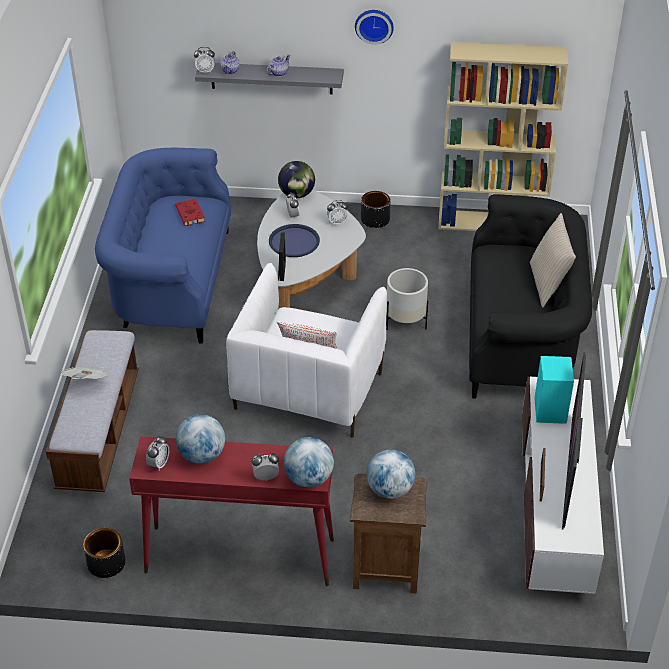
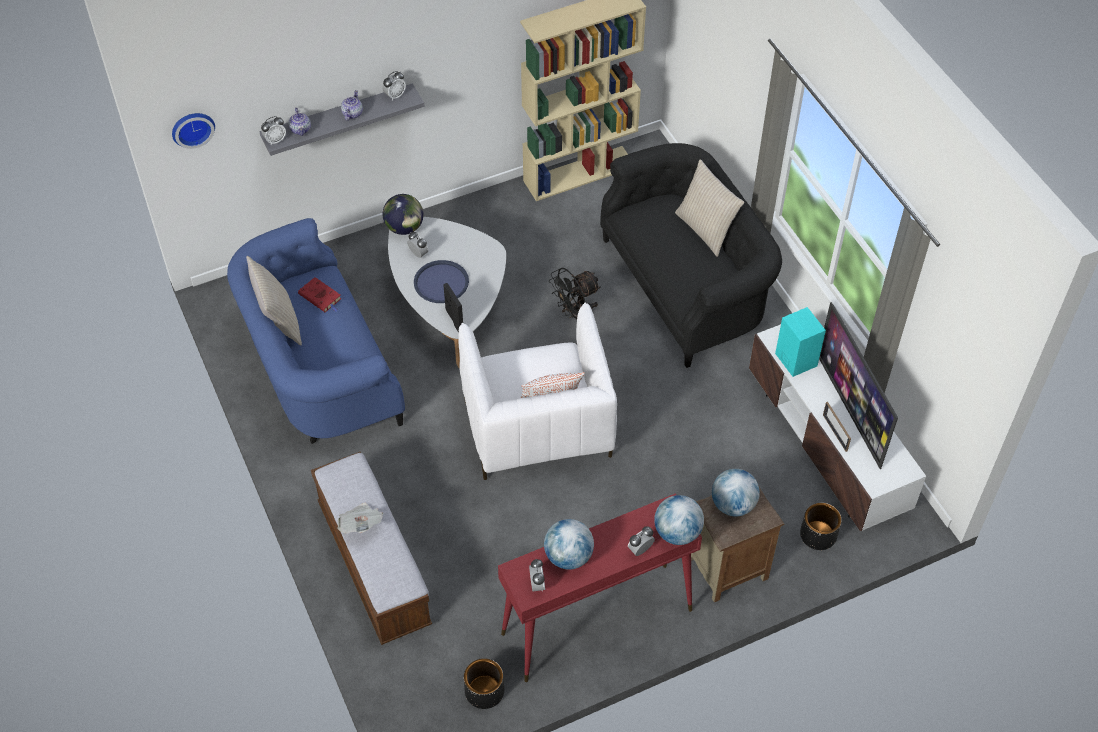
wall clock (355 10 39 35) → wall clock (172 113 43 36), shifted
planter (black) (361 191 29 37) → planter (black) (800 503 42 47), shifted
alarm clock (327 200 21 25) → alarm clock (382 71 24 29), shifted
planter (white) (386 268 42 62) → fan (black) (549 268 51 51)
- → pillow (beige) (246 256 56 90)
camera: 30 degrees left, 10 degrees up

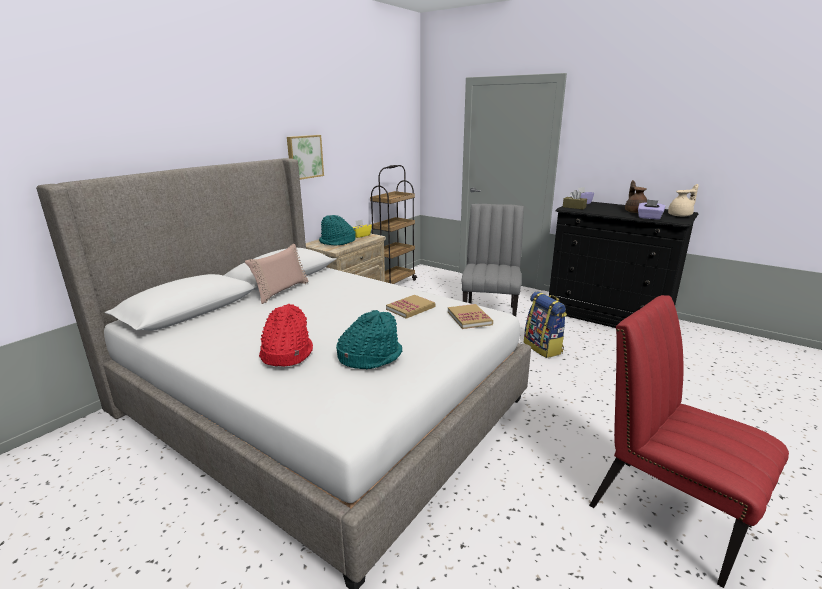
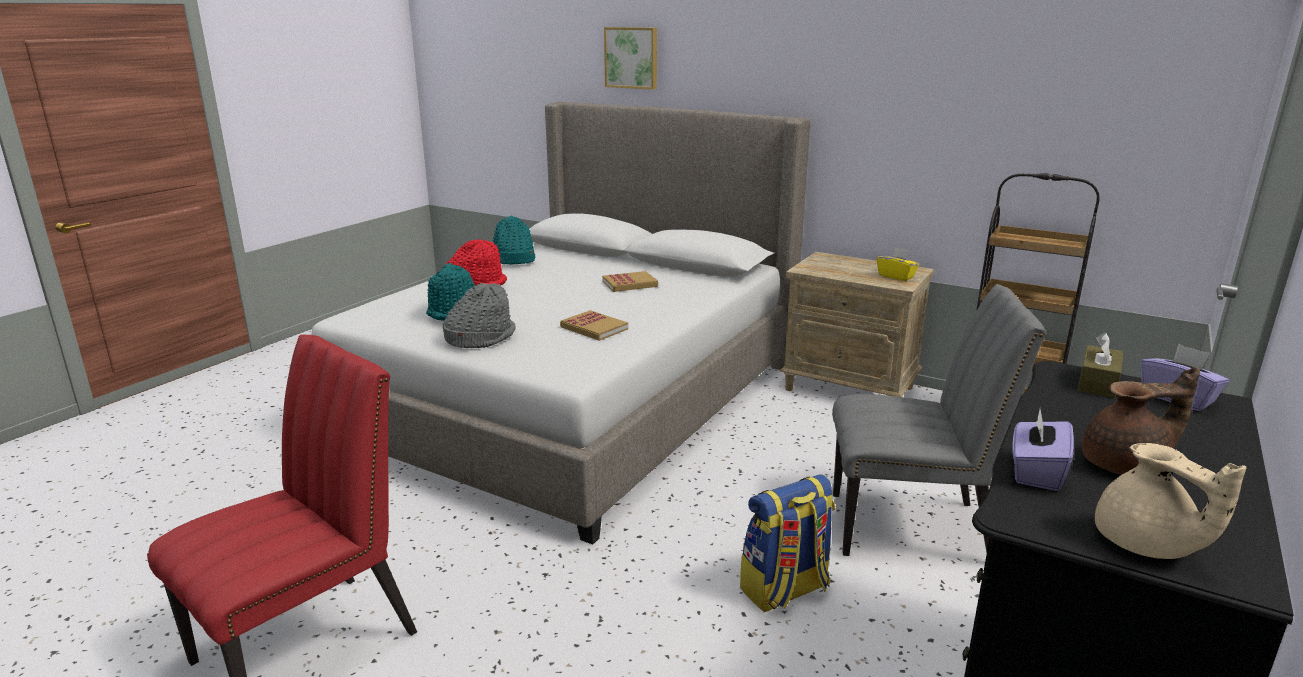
picture (287 135 37 45) → picture (604 27 53 63), shifted
hat (turquoise) (319 215 37 31) → hat (turquoise) (493 216 43 49), shifted
pillow (beige) (245 244 64 60) → -
book (448 304 45 25) → book (602 271 56 21), shifted
- → hat (grey) (443 283 73 65)
camera: 85 degrees right, 0 degrees up

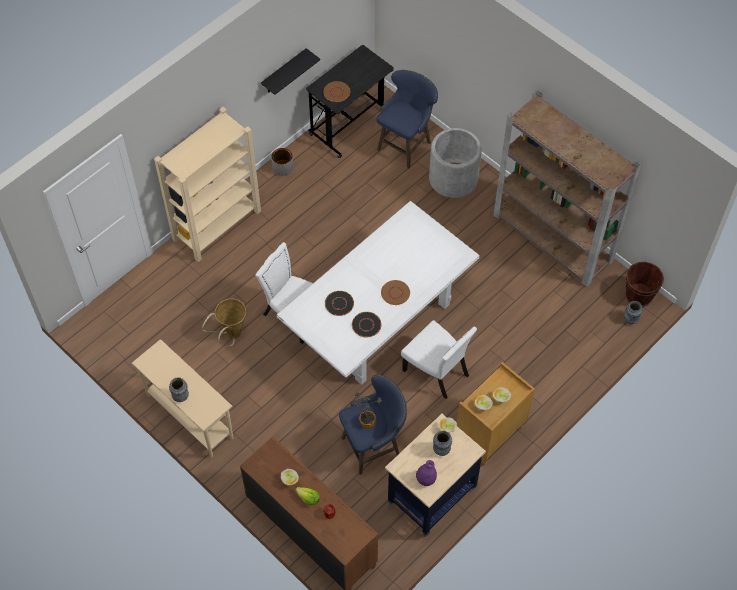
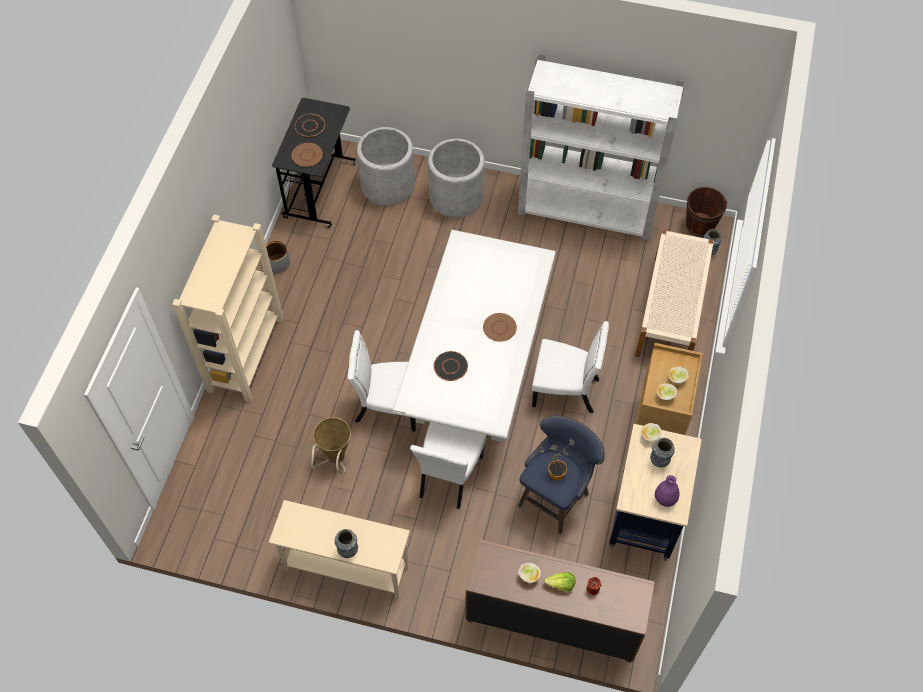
shelf (black) (261 48 59 47) → -
stool (blue) (377 70 61 98) → planter (grey) (357 127 58 79)
bookcase (brown) (493 89 149 198) → bookcase (white) (518 54 167 187)
plate (black) (352 312 29 25) → plate (black) (295 114 30 23), shifted
- → bench (beige) (635 230 79 127)
- → chair (white) (410 422 77 87)
camera: 30 degrees left, 0 degrees up

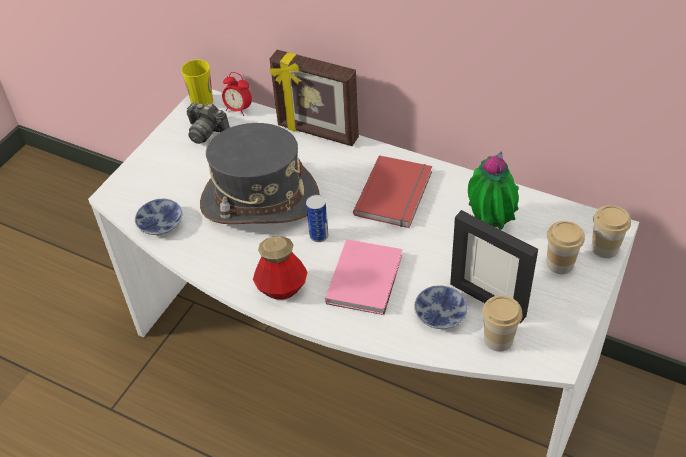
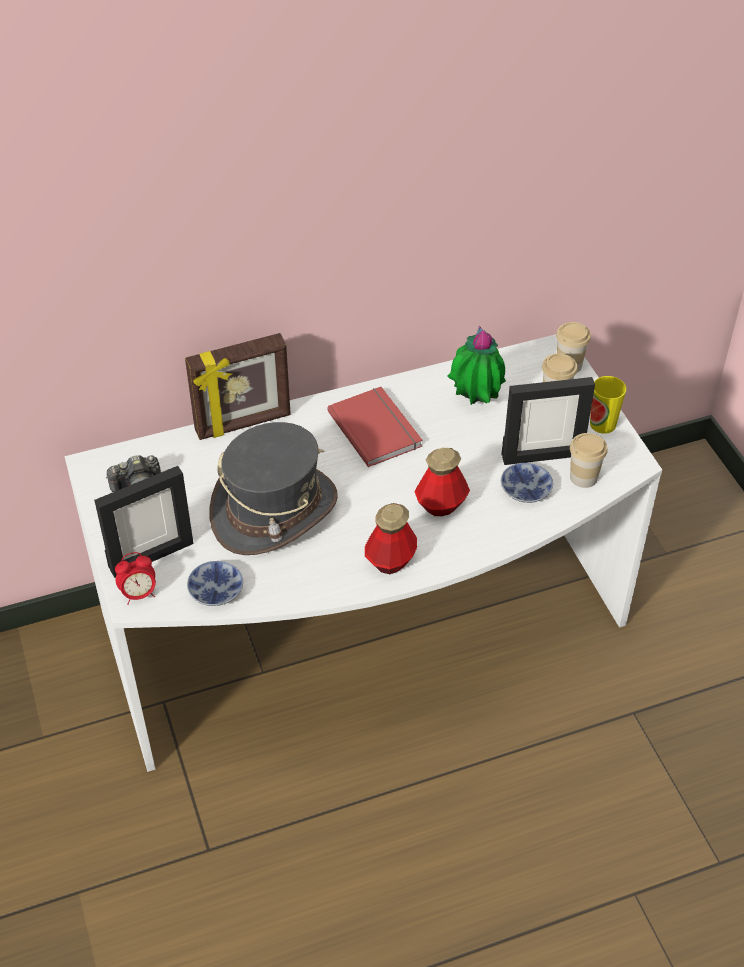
cup (181 59 32 46) → cup (590 376 37 58), shifted
alarm clock (222 72 30 44) → alarm clock (115 552 41 53), shifted
can (306 195 22 47) → -
book (pink) (325 239 77 76) → bottle (414 448 56 68)
- → picture frame (94 466 100 112)
camera: 50 degrees left, 0 degrees up

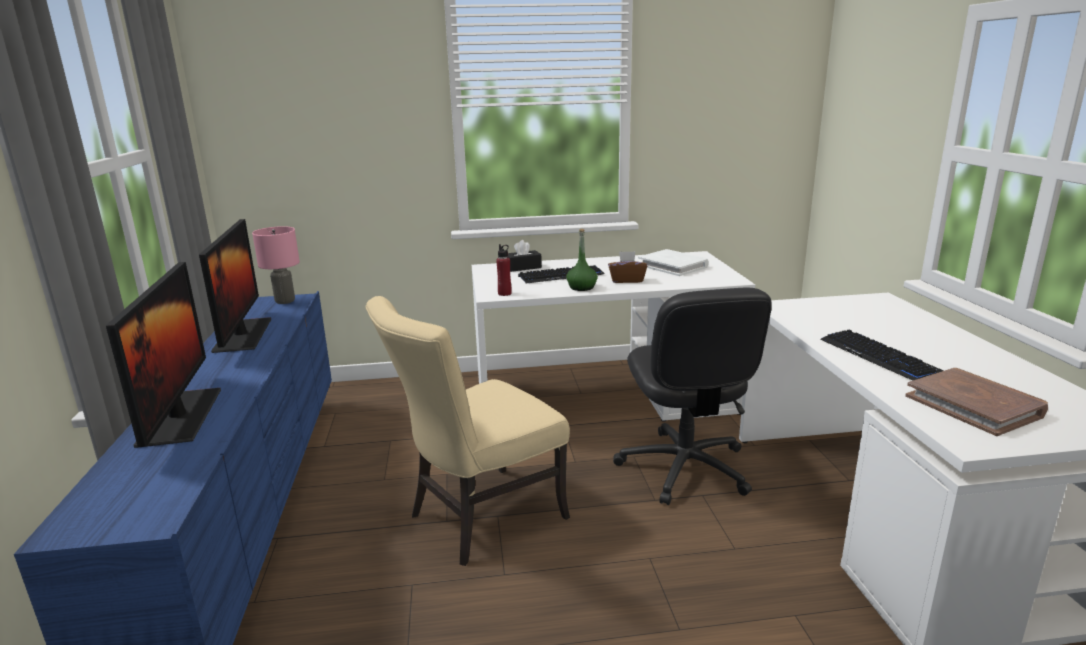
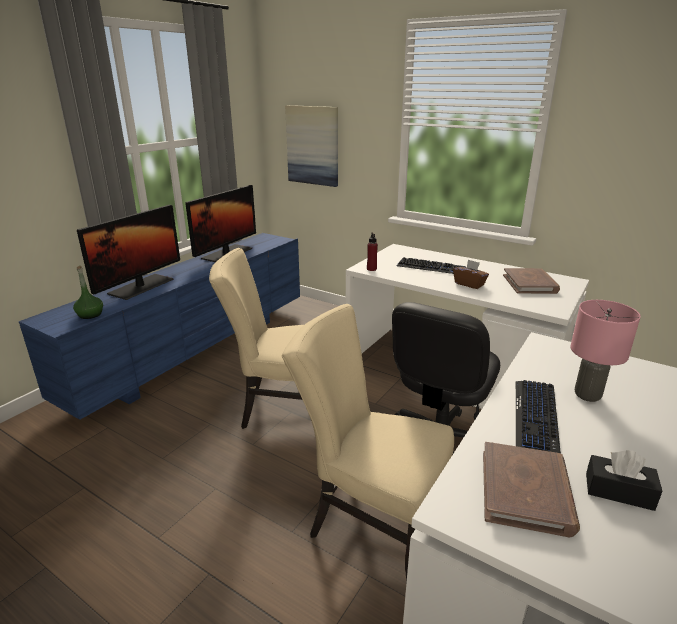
table lamp (pink) (252 226 48 78) → table lamp (pink) (570 300 71 102), shifted
bottle (green) (566 229 32 62) → bottle (green) (73 266 30 53), shifted
tissue box (black) (508 240 34 32) → tissue box (black) (586 450 77 61), shifted
book (white) (638 249 71 27) → book (brown) (503 268 57 26)
- → picture (285 105 53 82)
- → chair (beige) (282 304 172 279)
camera: 40 degrees right, 5 degrees up

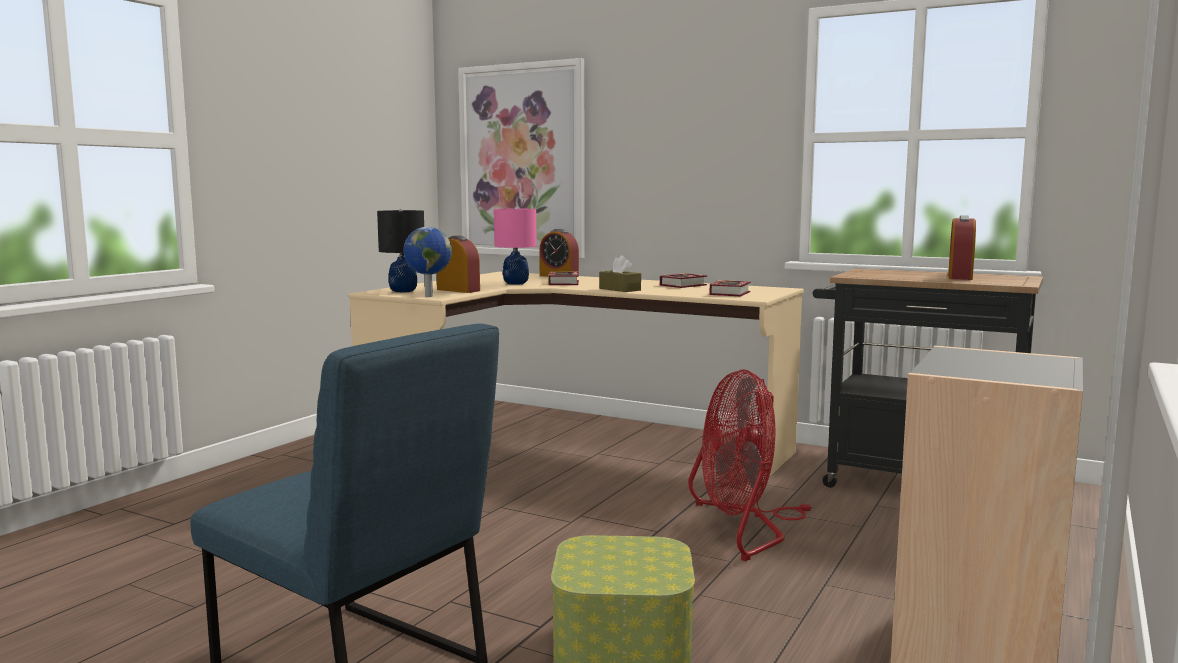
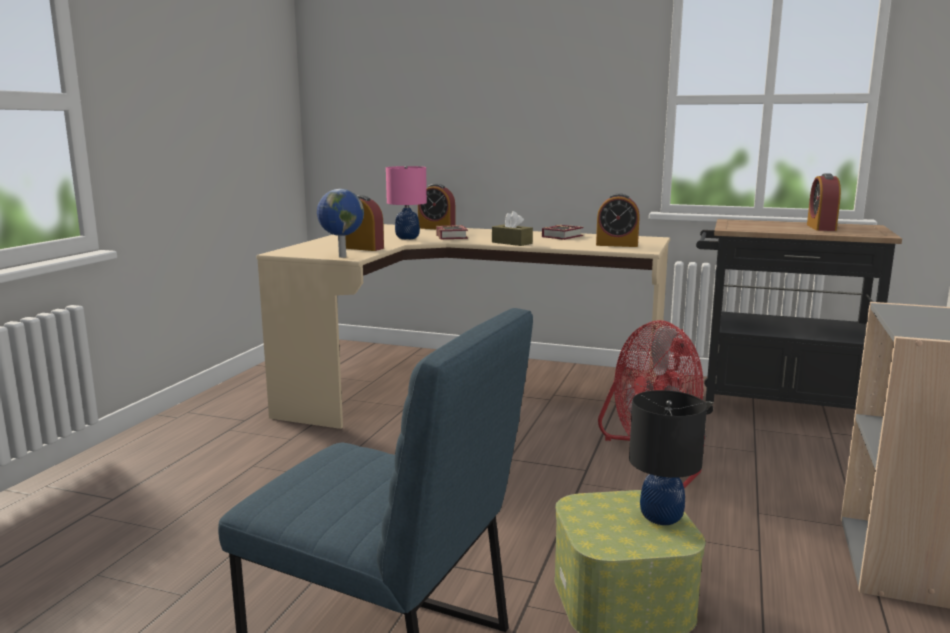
picture (458 58 126 200) → -
table lamp (black) (377 209 47 84) → table lamp (black) (629 390 78 135), shifted
book (709 280 42 16) → alarm clock (596 193 44 54)
camera: 10 degrees left, 5 degrees up

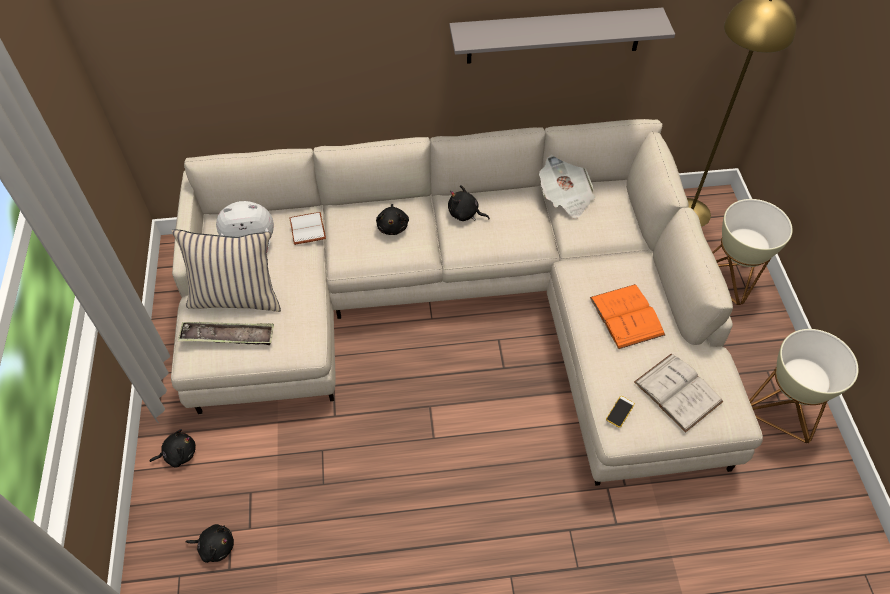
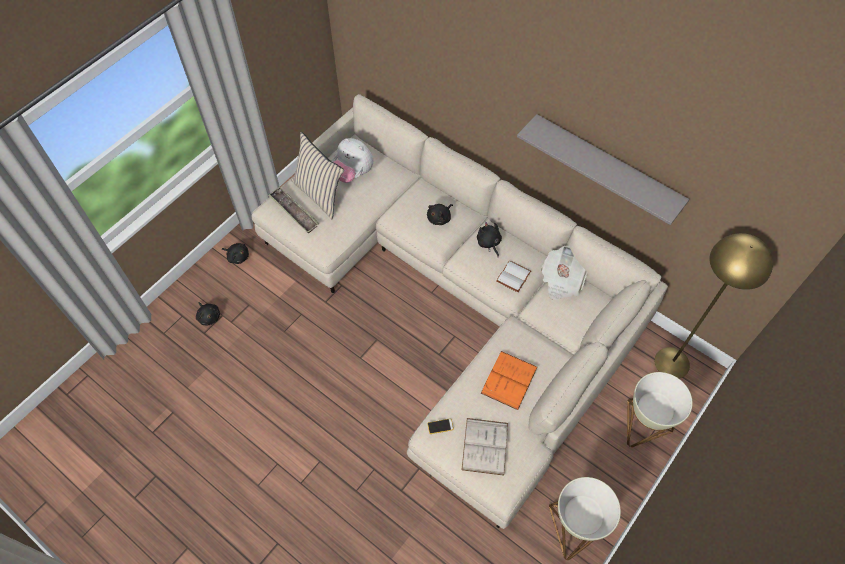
book (white) (289 212 37 33) → book (white) (496 260 35 32), shifted
camera: 45 degrees right, 5 degrees up

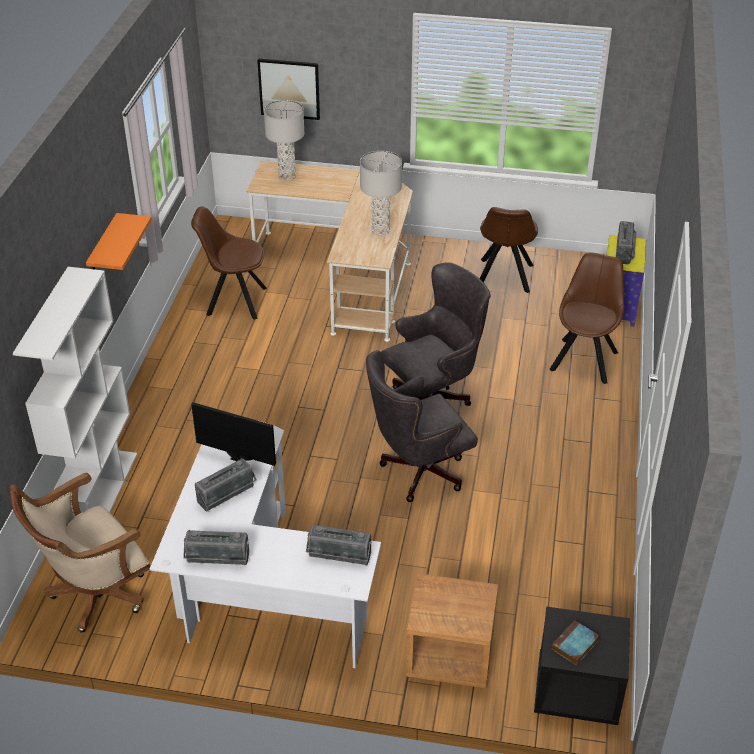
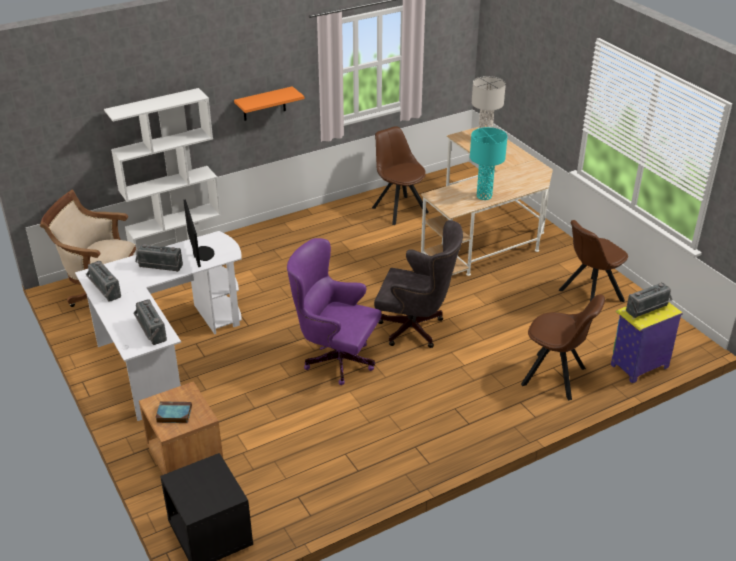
picture (257 58 63 62) → -
table lamp (white) (360 151 42 84) → table lamp (turquoise) (470 127 38 73)
chair (brown) (550 252 74 132) → chair (brown) (521 294 84 106), 45 degrees clockwise
office chair (grey) (366 350 112 152) → office chair (purple) (287 238 94 147)
book (551 620 48 45) → book (156 401 36 22), shifted
camera: 50 degrees right, 5 degrees down

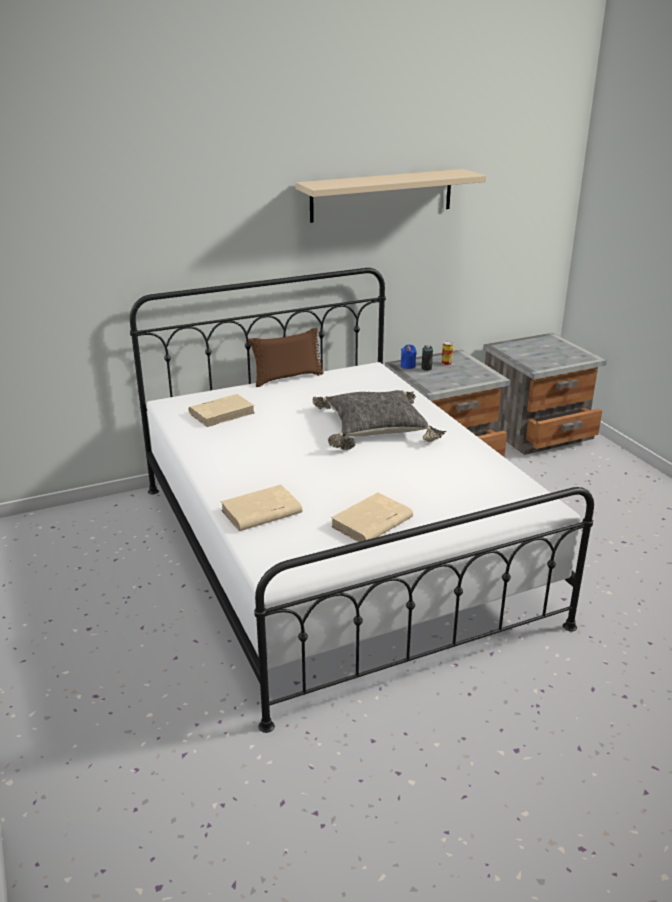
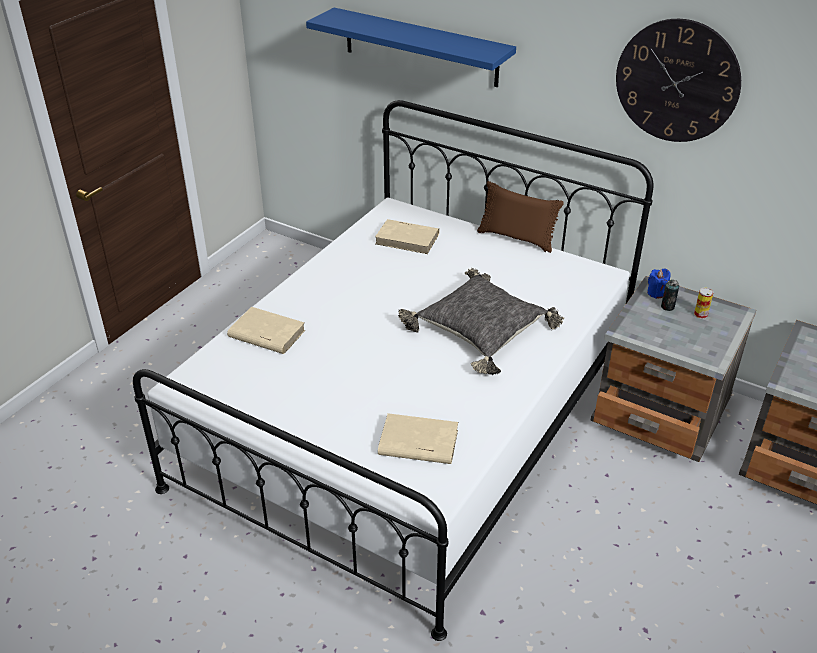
shelf (beige) (295 169 191 54) → wall clock (616 19 125 123)
book (beige) (331 492 82 50) → book (beige) (378 413 80 51), shifted
- → shelf (blue) (306 8 210 79)
camera: 55 degrees right, 10 degrees up

